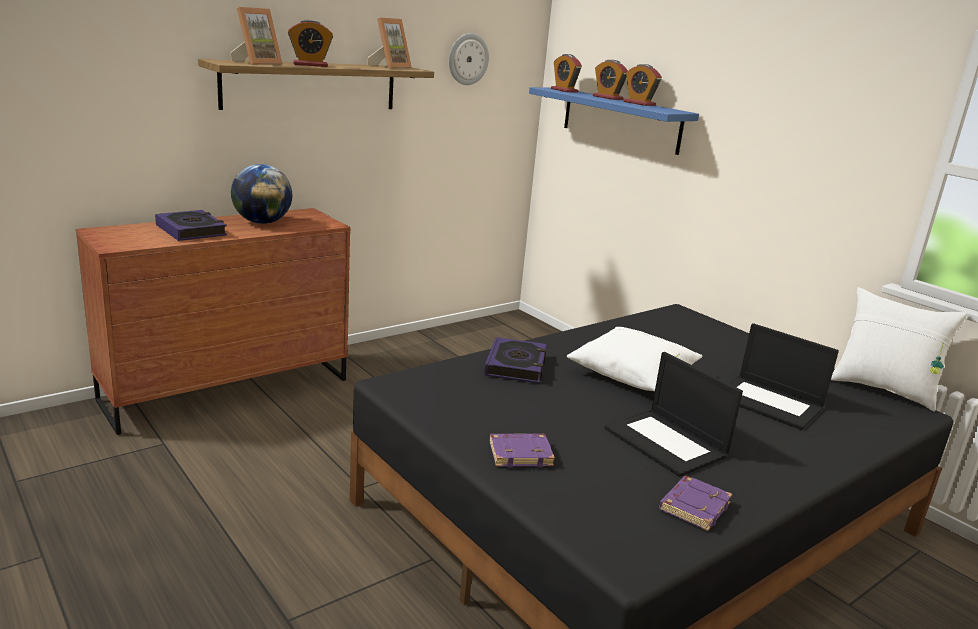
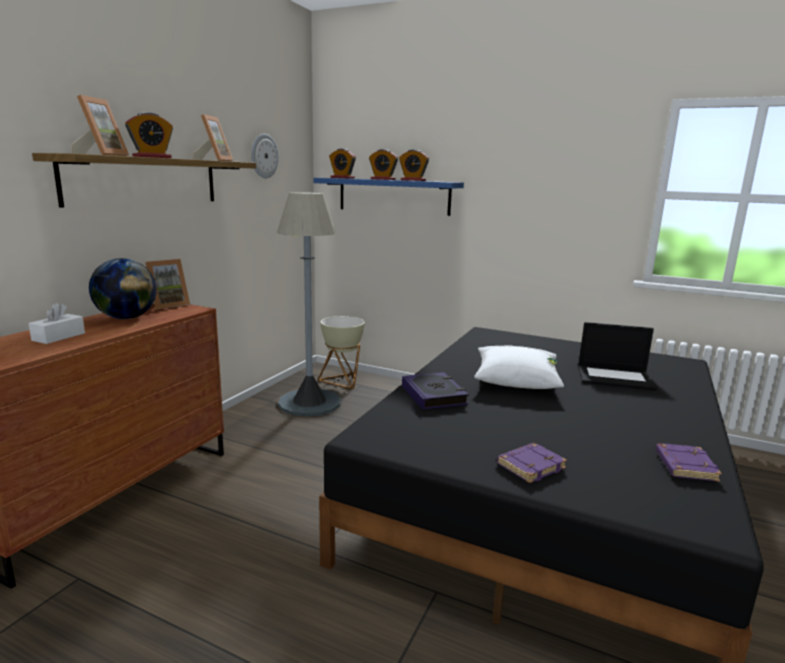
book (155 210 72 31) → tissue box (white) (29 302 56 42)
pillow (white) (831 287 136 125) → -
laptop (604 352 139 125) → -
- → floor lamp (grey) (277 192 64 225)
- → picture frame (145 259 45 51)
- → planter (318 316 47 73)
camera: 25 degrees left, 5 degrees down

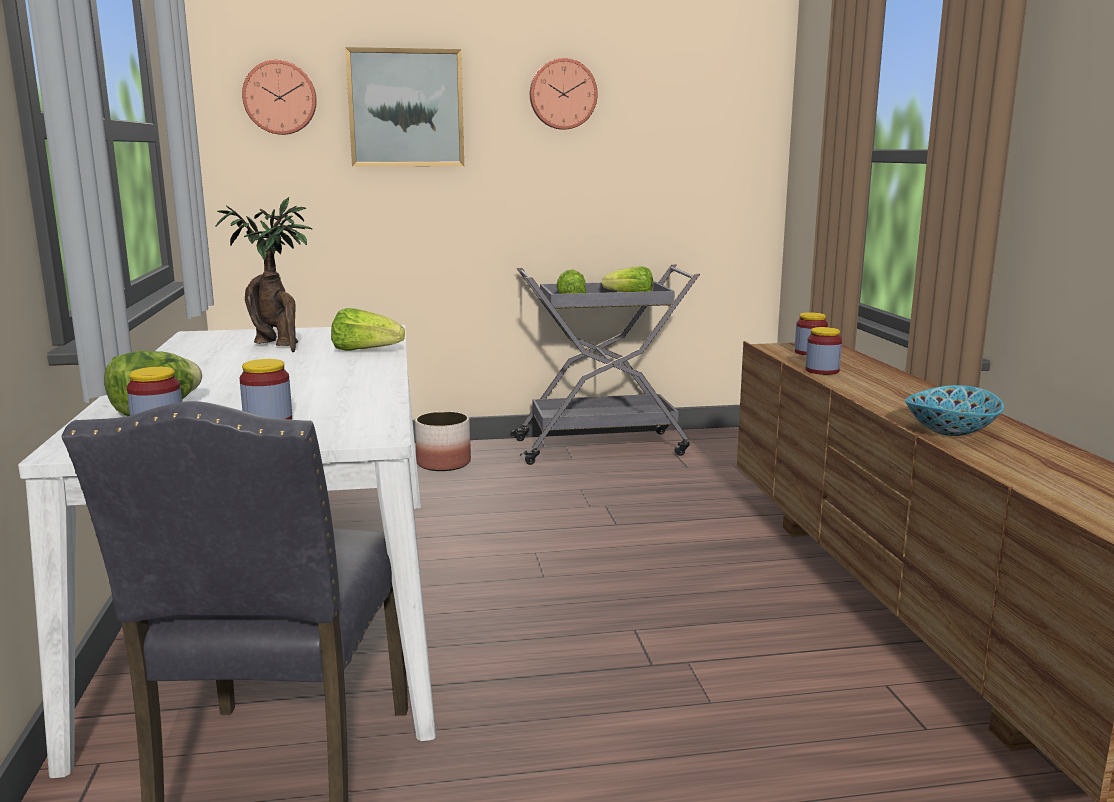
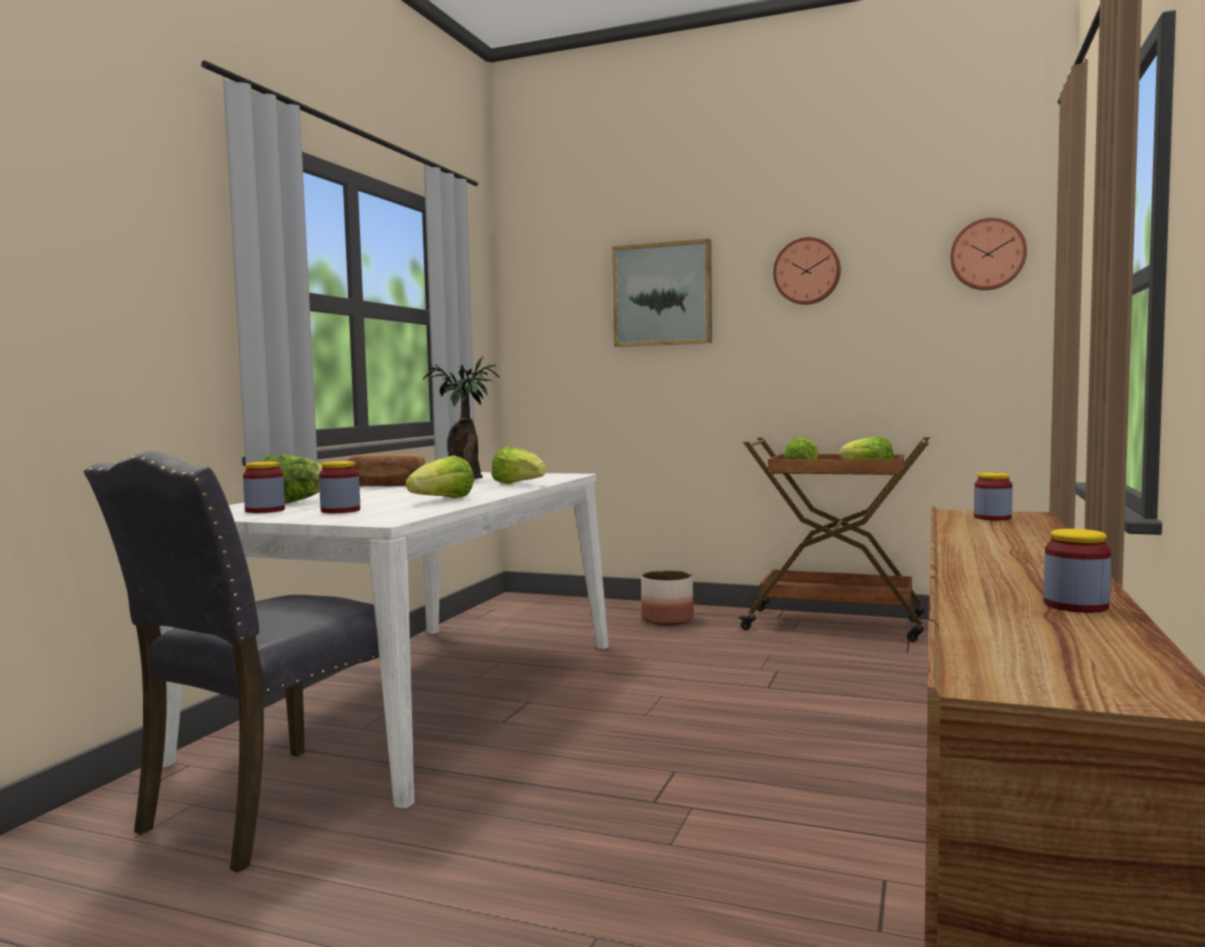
wall clock (242 60 75 75) → wall clock (950 218 77 72), shifted
cart (grey) (510 264 190 201) → cart (brown) (737 437 193 205)
jar (805 327 37 48) → jar (1044 529 67 84), shifted
bowl (905 385 99 51) → -
- → bread (347 454 78 32)
- → lettuce (406 455 68 43)
camera: 30 degrees right, 10 degrees down

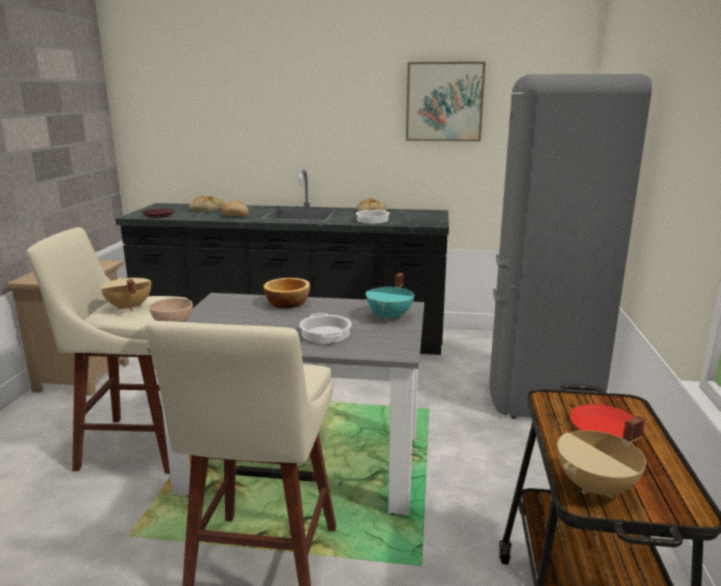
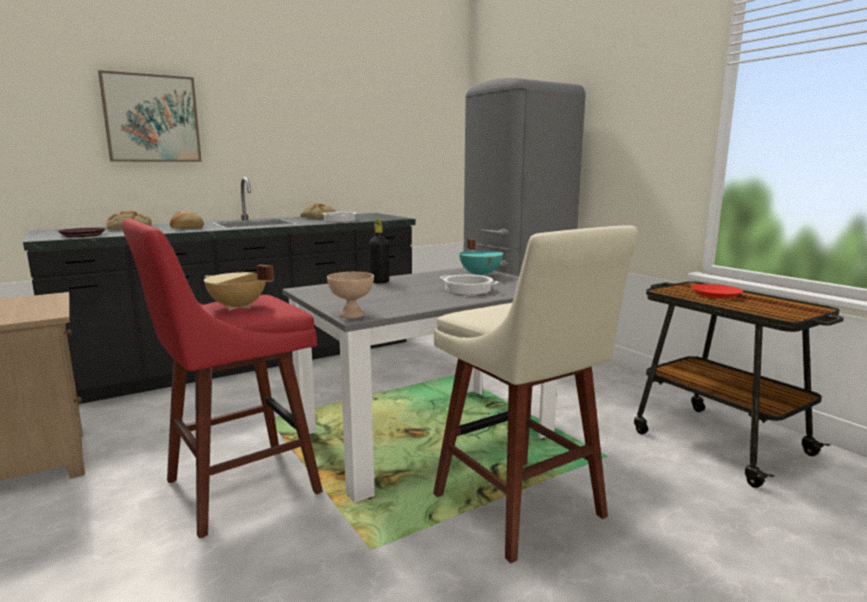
picture (406 62 80 79) → picture (98 70 104 92), shifted
stool (beige) (26 227 162 247) → stool (red) (122 218 201 320)
bowl (264 278 46 31) → bottle (black) (369 219 20 64)
cooking pot (beige) (557 416 89 82) → -
camera: 40 degrees left, 5 degrees down

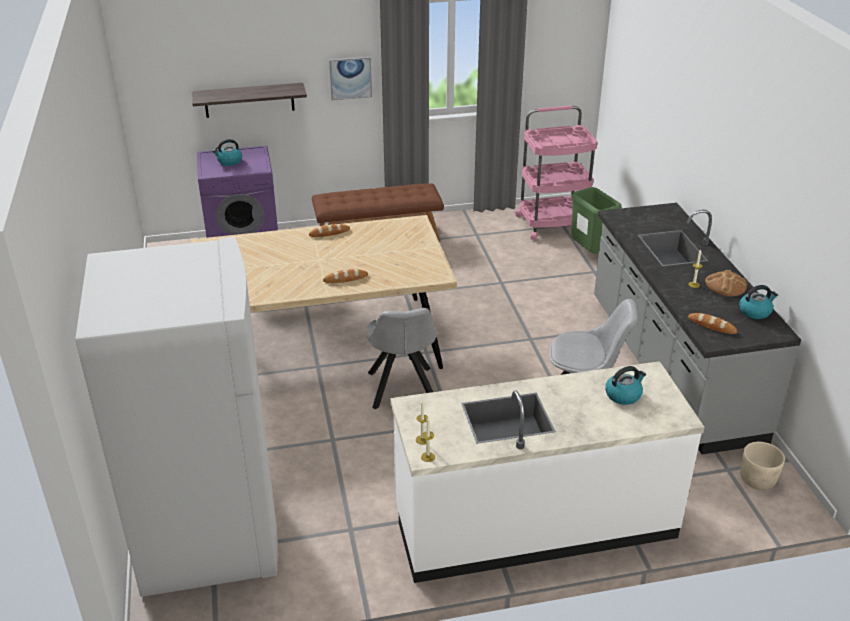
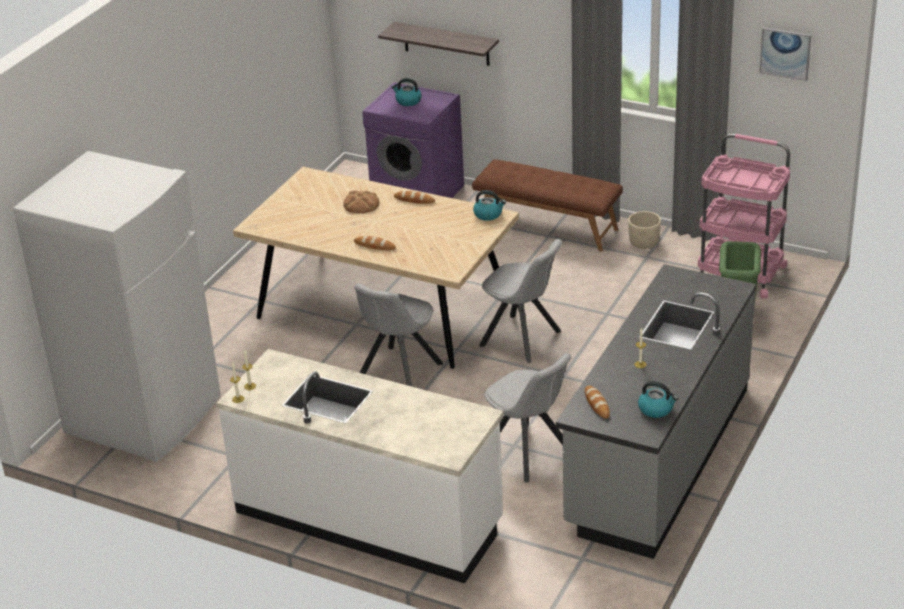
picture (329 57 43 43) → picture (759 27 52 54), shifted
bread (705 270 42 26) → bread (343 190 36 23), shifted
kettle (605 366 41 39) → kettle (473 190 33 31), shifted
planter (beige) (740 442 45 48) → planter (beige) (628 211 33 38), shifted
- → chair (grey) (479 239 83 124)
camera: 40 degrees right, 0 degrees up

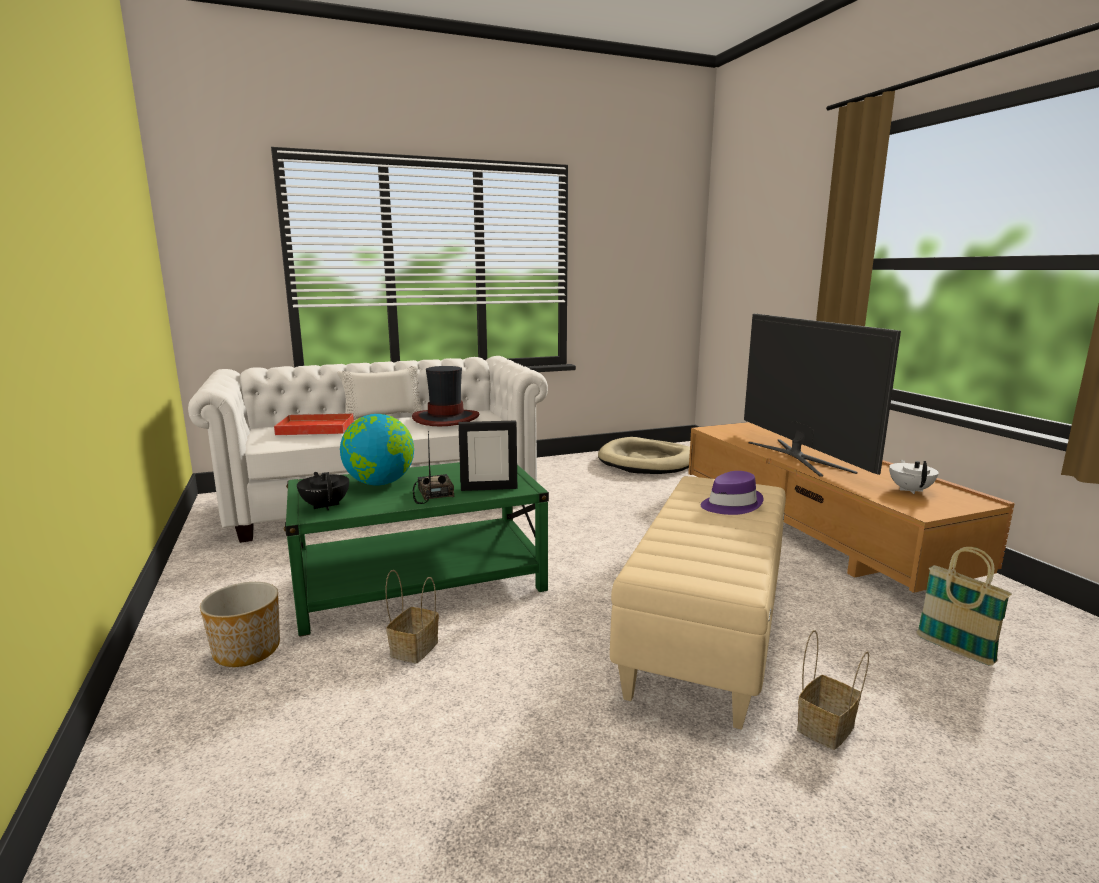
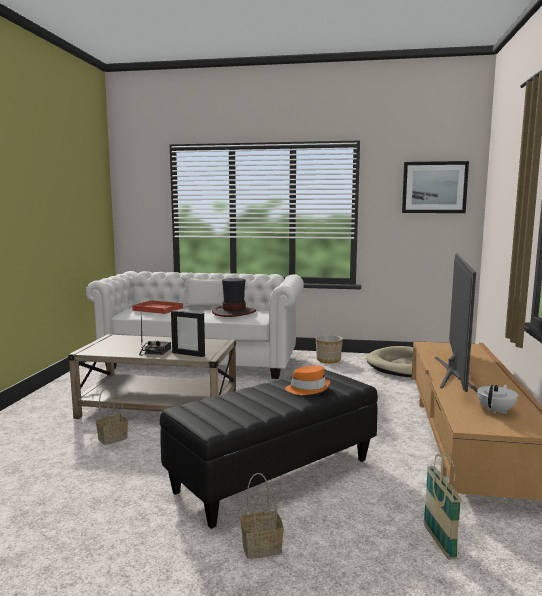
globe (340 414 74 72) → -
coffee table (green) (284 462 265 175) → coffee table (beige) (68 334 168 85)
hat (purple) (701 471 62 44) → hat (orange) (285 365 45 30)
teapot (black) (297 472 52 38) → -
ottoman (beige) (610 476 176 254) → ottoman (black) (160 369 218 160)
planter (200 582 80 85) → planter (316 335 27 28), shifted
- → picture (402 161 67 52)
camera: 30 degrees right, 5 degrees down

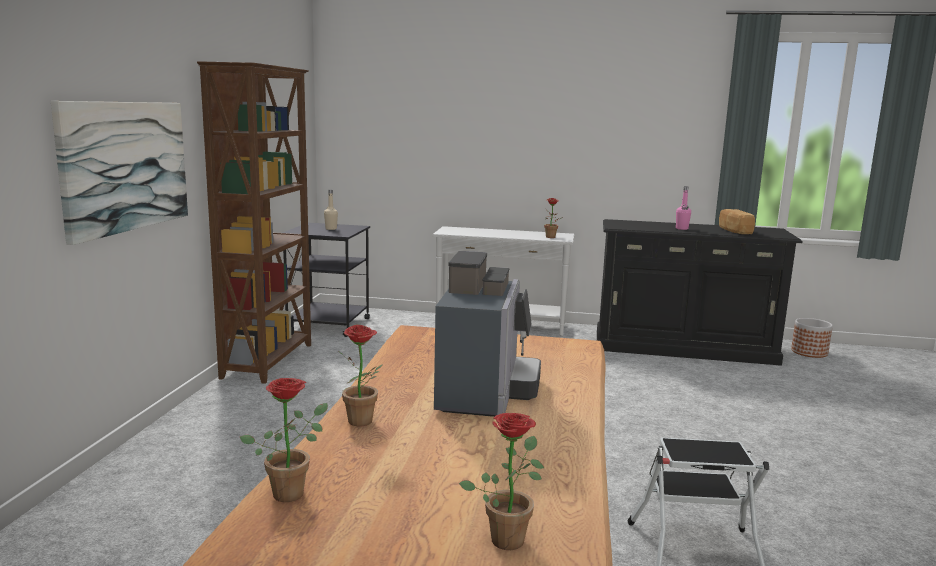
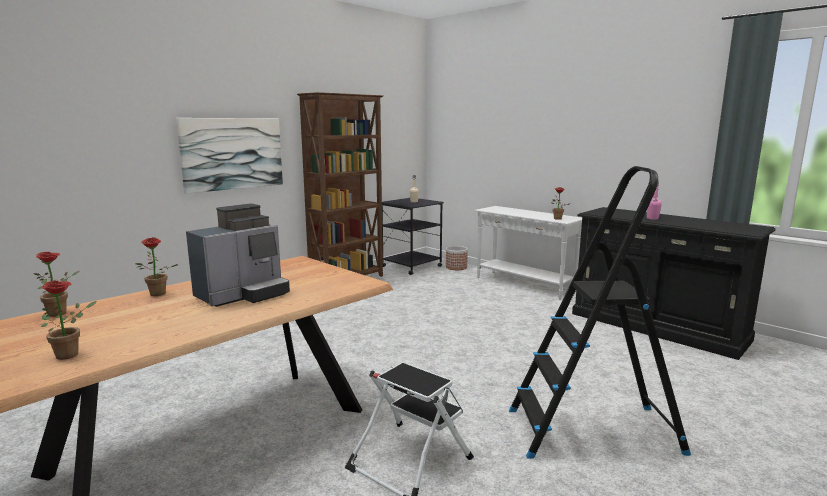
bread (719 209 36 25) → -
planter (791 318 42 40) → planter (446 246 22 24), shifted
- → step ladder (black) (509 166 182 293)
camera: 35 degrees right, 0 degrees up

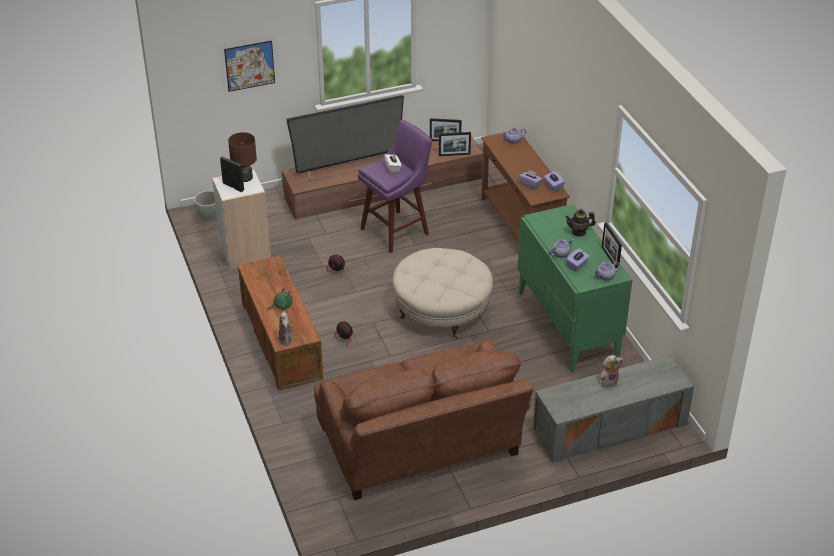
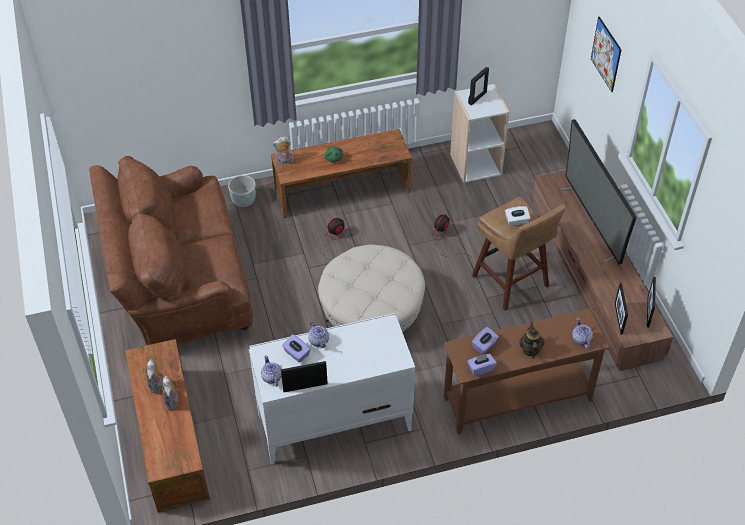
stool (purple) (358 120 74 133) → stool (brown) (472 197 94 113)
table lamp (brown) (228 132 29 50) → -
planter (grey) (194 191 23 30) → planter (grey) (228 175 28 32), shifted
cabinet (green) (517 204 115 169) → cabinet (white) (249 313 166 152)
teapot (565 209 31 28) → teapot (519 322 26 37), shifted
bench (grey) (533 355 161 108) → bench (brown) (125 339 85 173)
- → plush toy (146 359 17 34)
camera: 95 degrees right, 10 degrees up

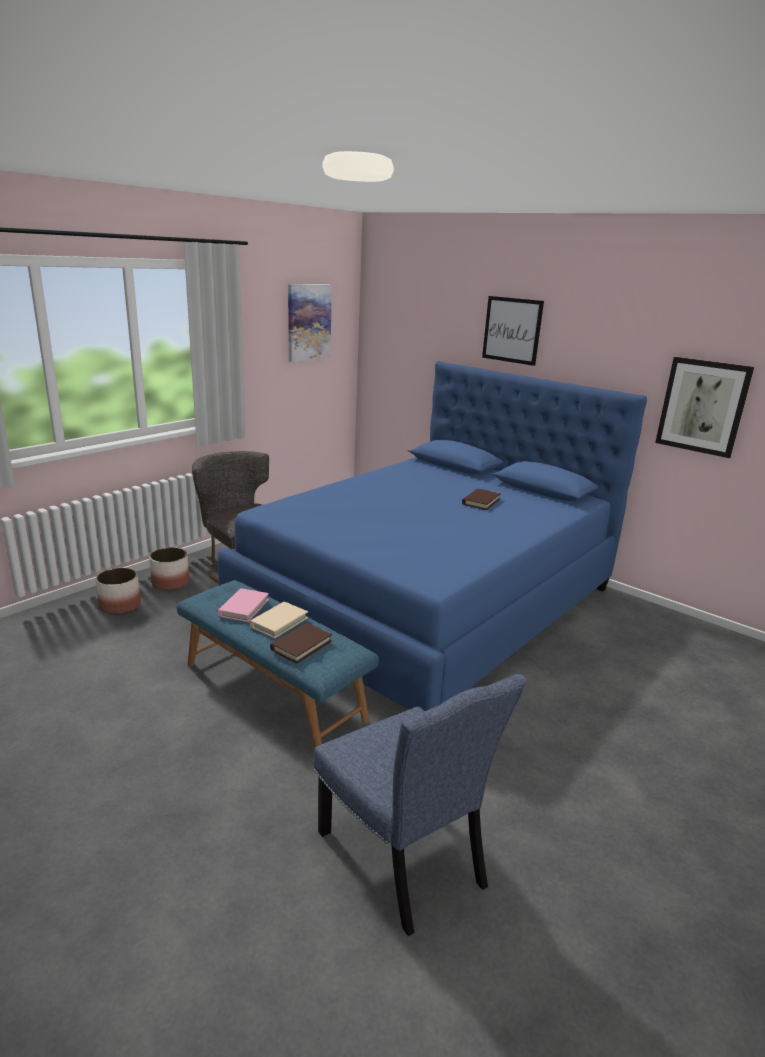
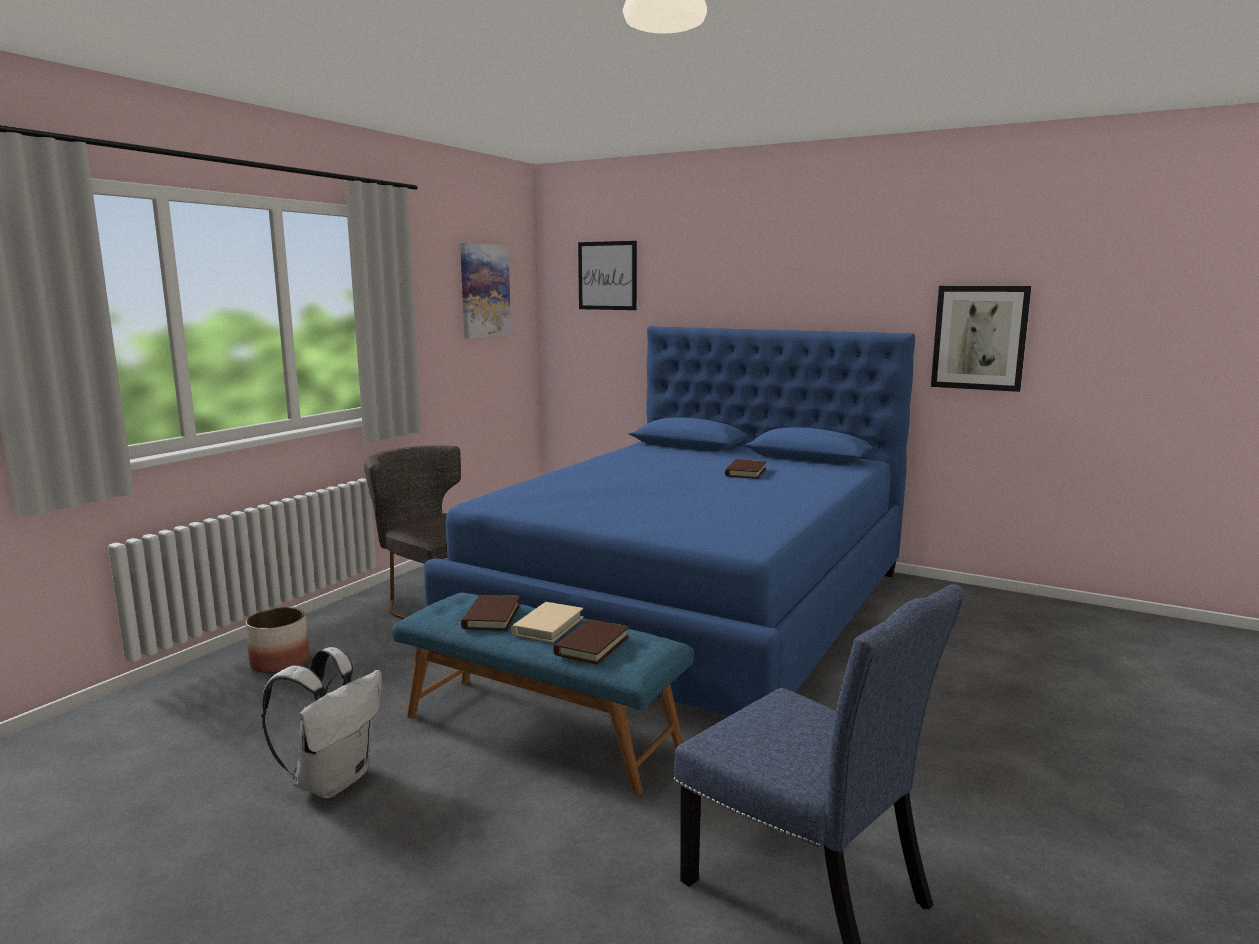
picture (482 296 62 70) → picture (578 241 59 69), shifted
planter (149 547 41 43) → -
book (pink) (217 588 52 34) → book (brown) (461 595 59 36)
- → backpack (white) (261 647 121 151)
camera: 10 degrees left, 10 degrees down

